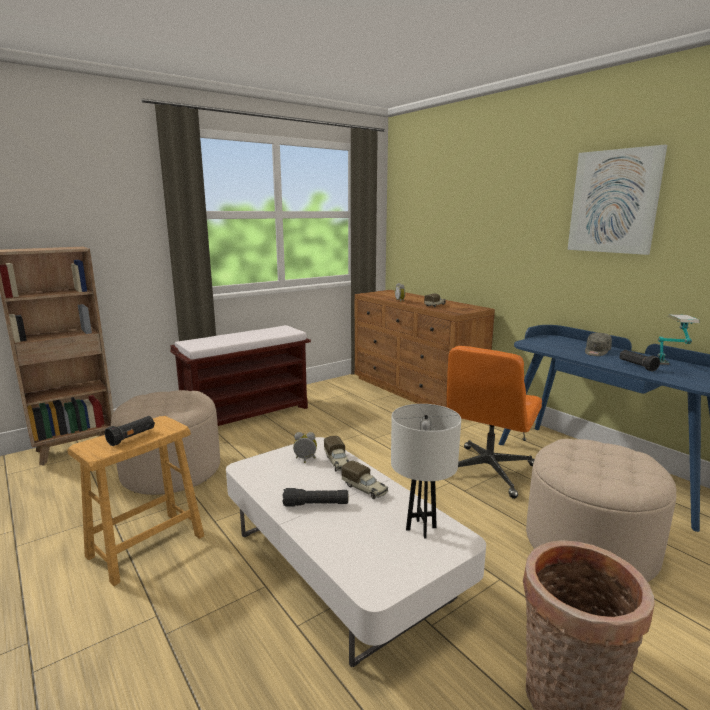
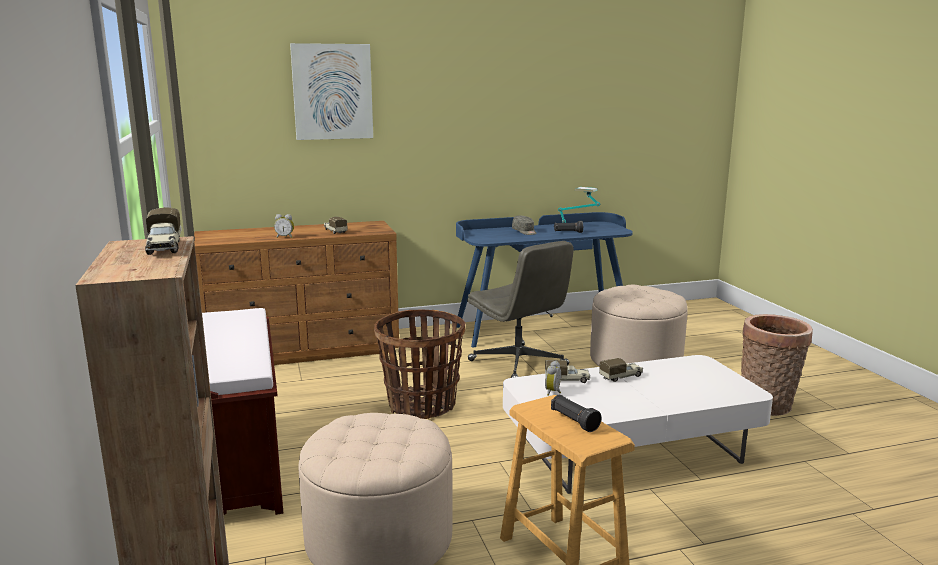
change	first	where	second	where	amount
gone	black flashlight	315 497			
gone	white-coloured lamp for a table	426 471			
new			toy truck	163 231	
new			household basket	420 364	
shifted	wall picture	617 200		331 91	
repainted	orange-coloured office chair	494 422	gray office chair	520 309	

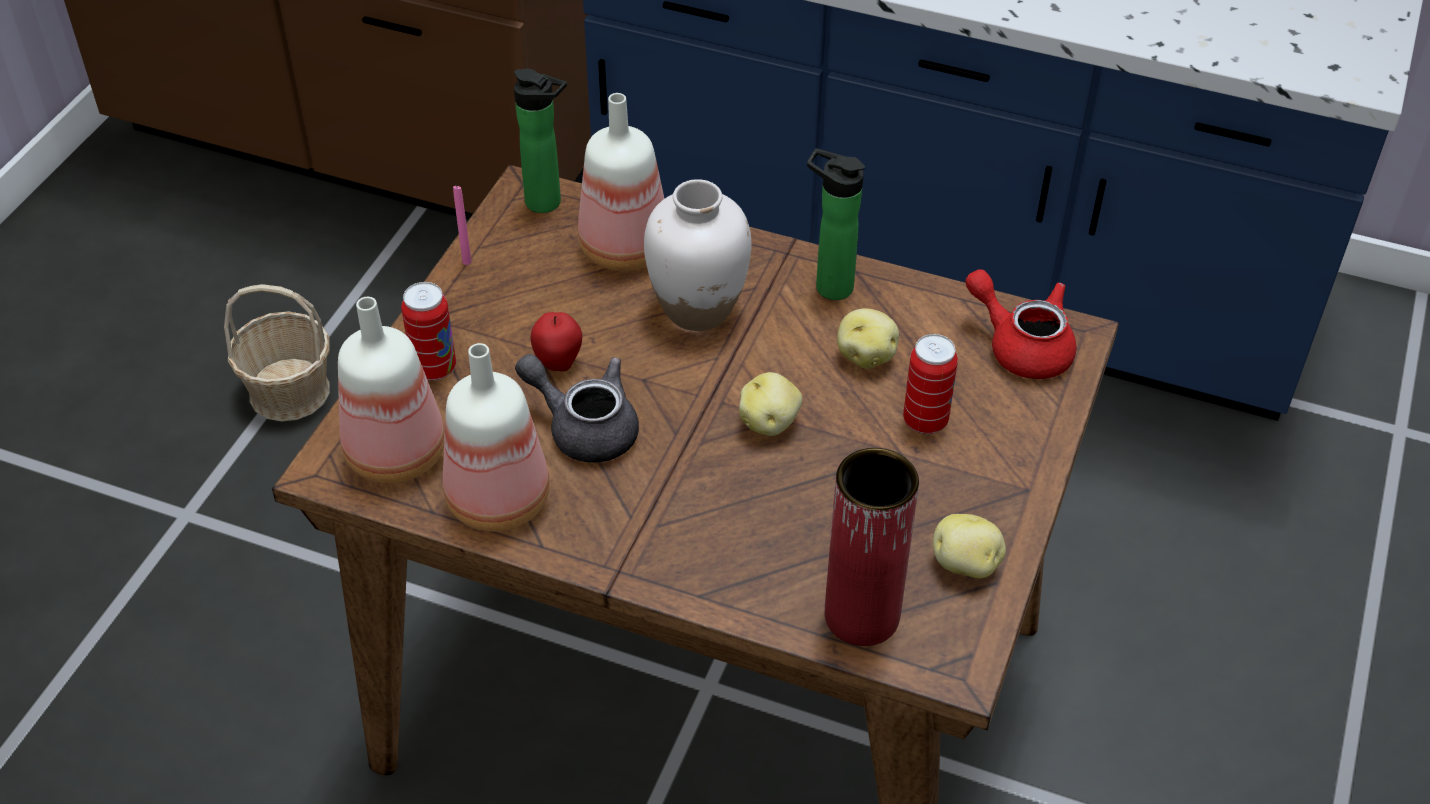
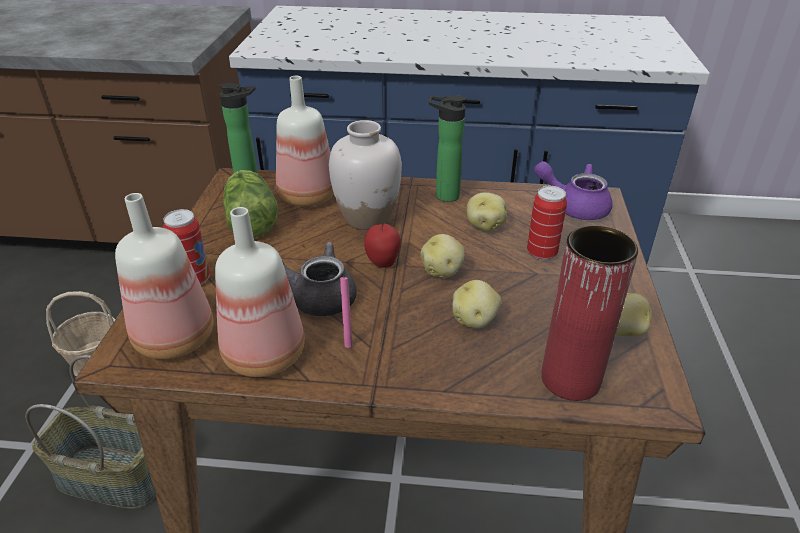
change	first	where	second	where	amount
new			household basket	91 432	
new			lettuce head	250 204	
new			spud	476 304	
shifted	pink wax candle	462 225		346 312	
shifted	whole apple	556 342		382 245	
repainted	red tea pot	1021 324	purple-coloured tea pot	573 190	

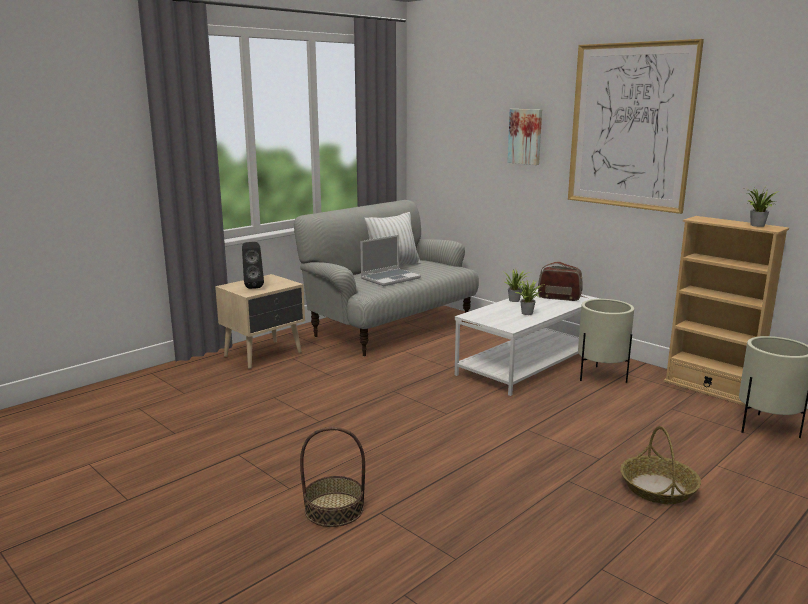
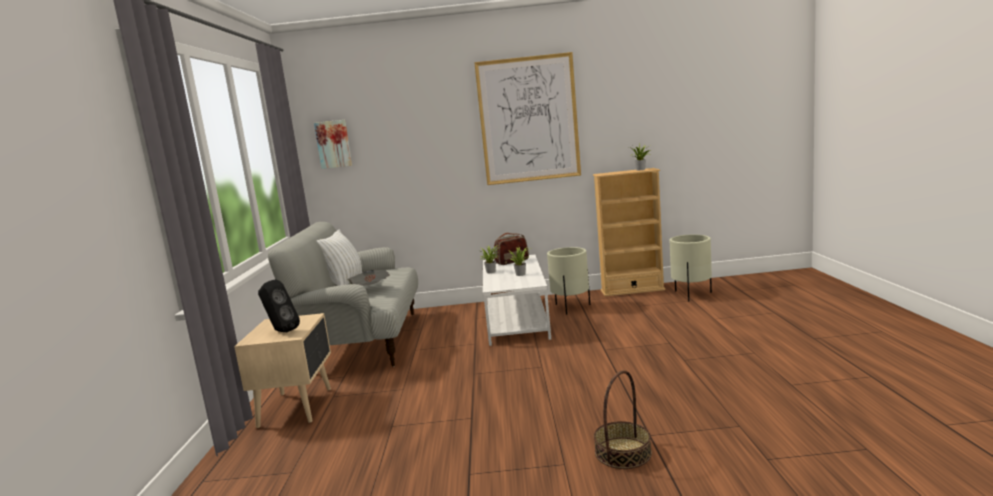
change	first	where	second	where	amount
gone	household basket	660 465			
shifted	wall picture	524 137		333 144	
swapped	portable computer	390 260	printed paper	368 278	

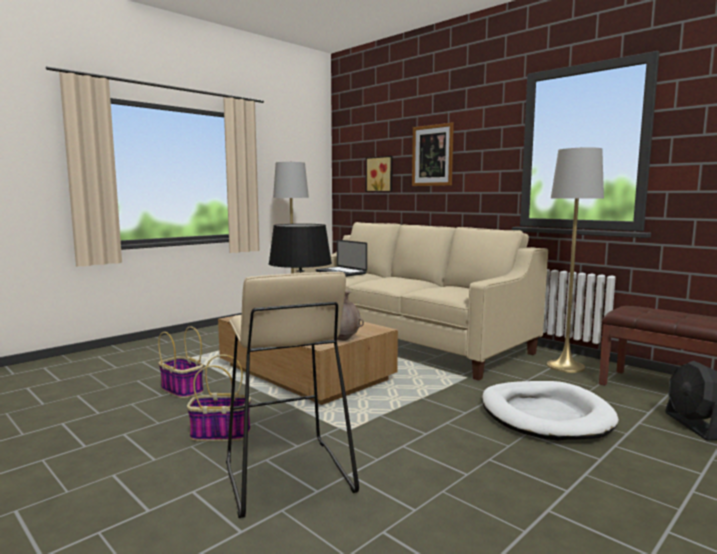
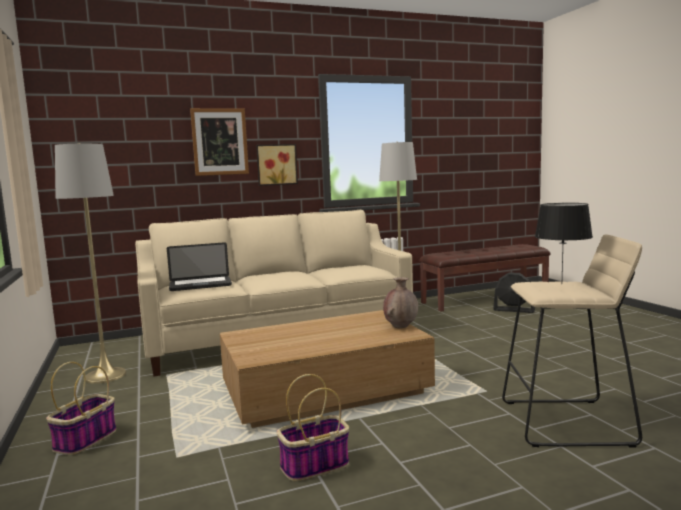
change	first	where	second	where	amount
gone	white-coloured pet bed	550 411			
shifted	household basket	219 398		81 408	
shifted	wall picture	379 174		277 165	

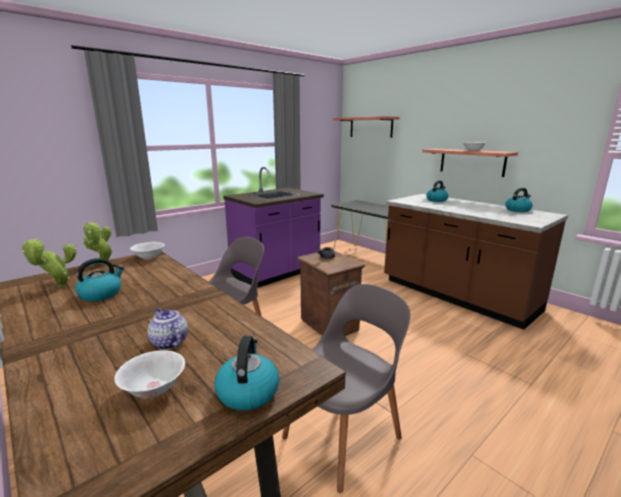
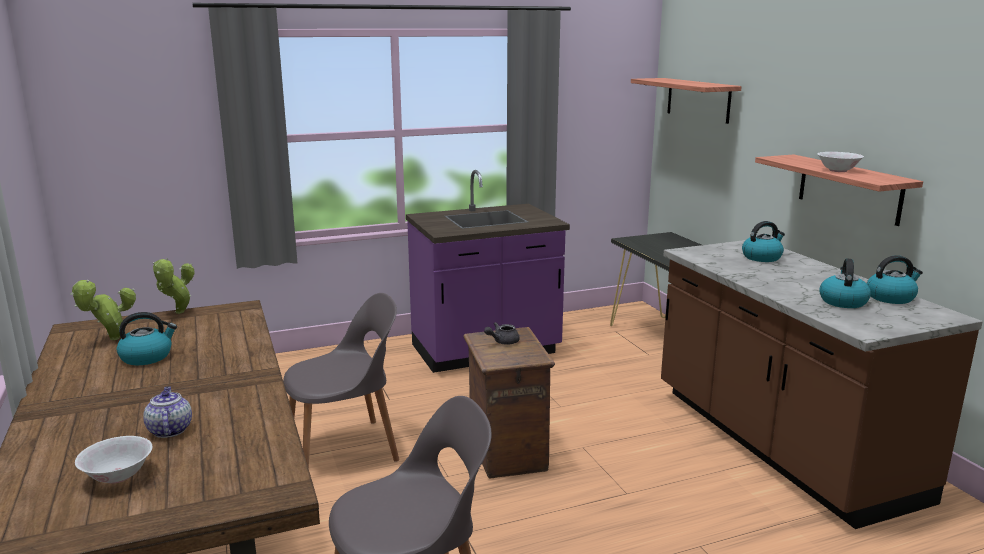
change	first	where	second	where	amount
gone	white-coloured bowl	147 251			
shifted	tea kettle	246 373		845 283	

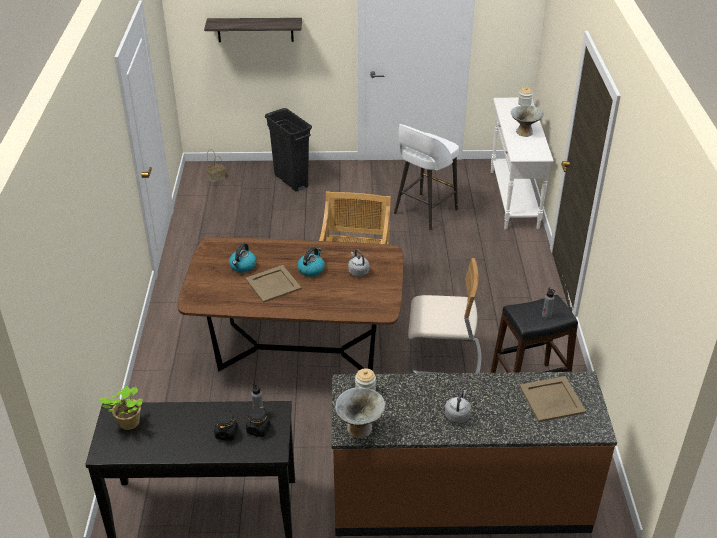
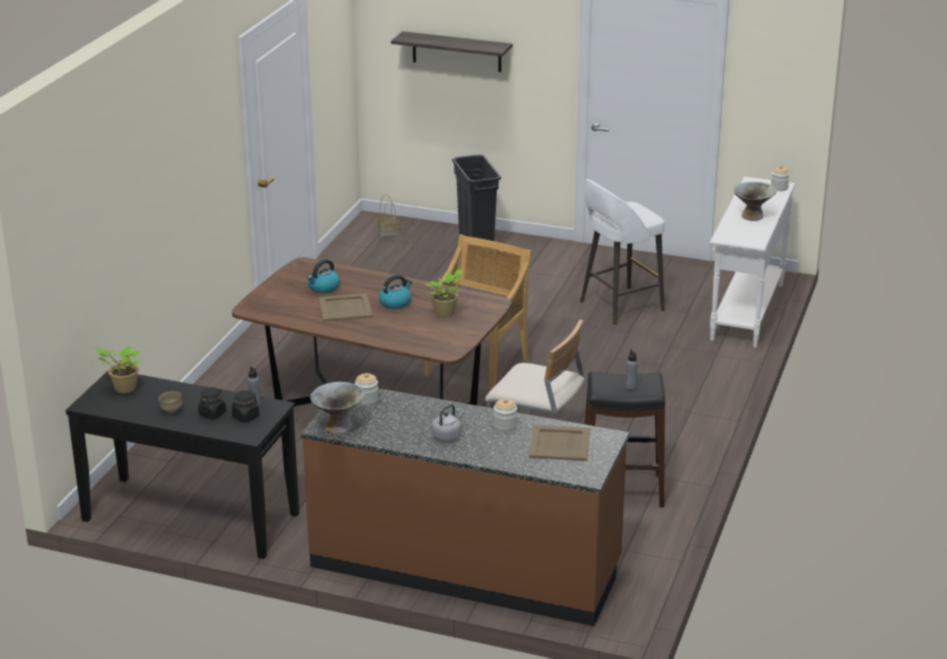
change	first	where	second	where	amount
new			brown-coloured bowl	170 402	
new			preserve jar	505 415	
swapped	gray tea kettle	358 263	potted plant	444 293	

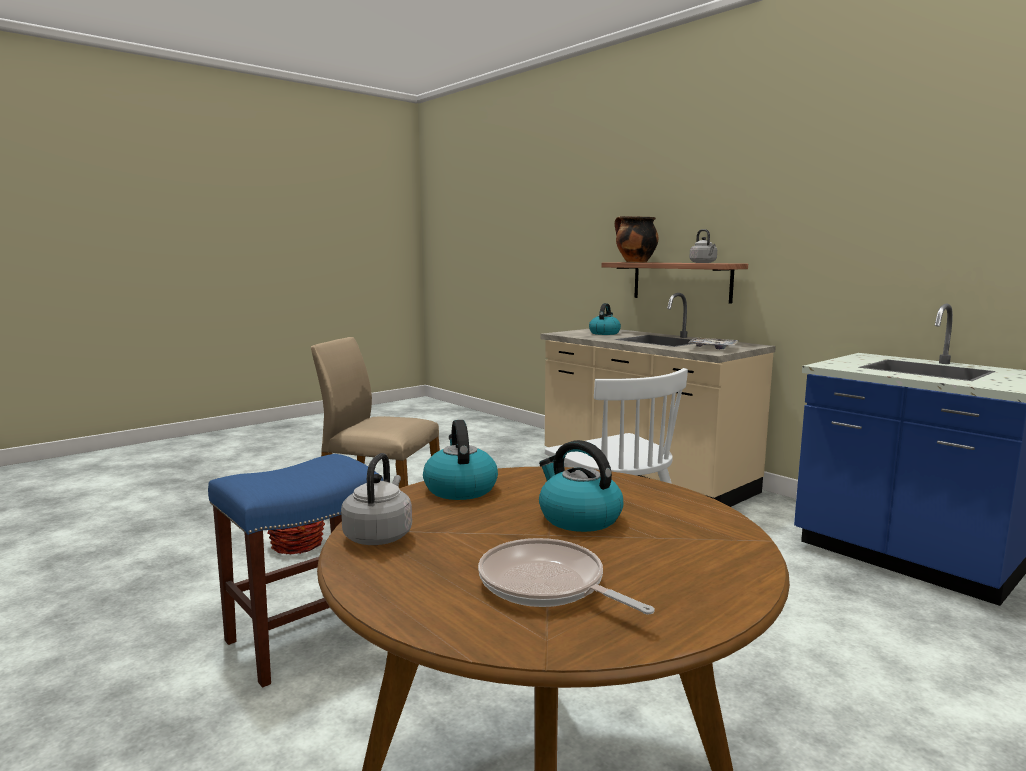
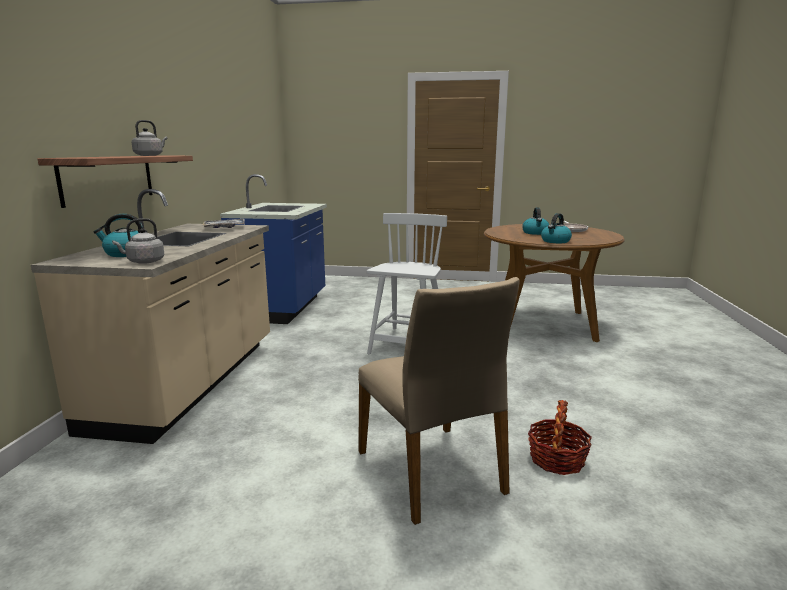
change	first	where	second	where	amount
gone	blue-coloured sitting stool	295 571			
gone	saucepot	636 239			
shifted	gray tea kettle	376 499		138 241	

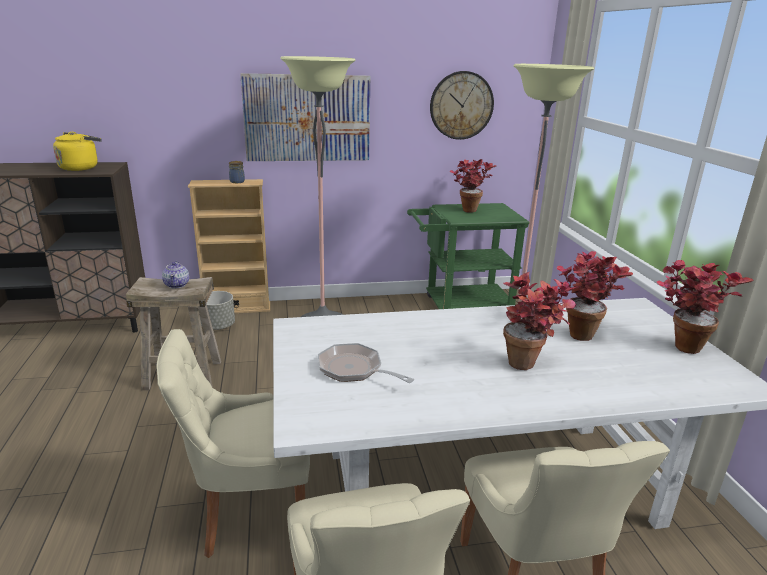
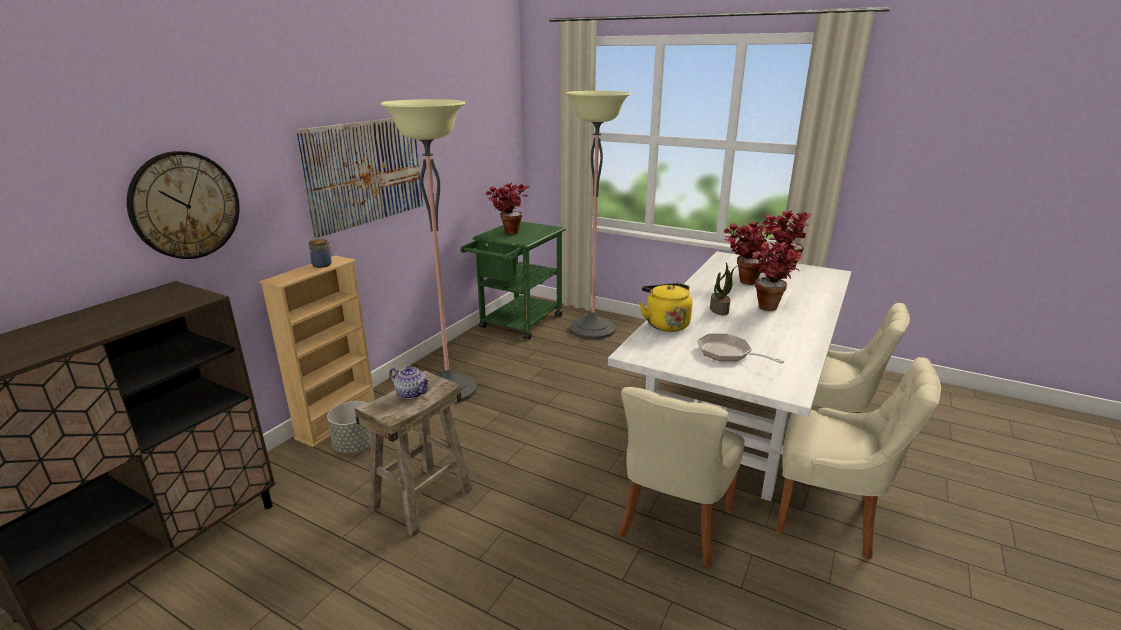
change	first	where	second	where	amount
new			potted plant	723 289	
shifted	yellow-coloured tea kettle	77 151		666 307	
shifted	hanging clock	462 105		183 205	
rotated	skillet	366 363		740 348	60 degrees clockwise

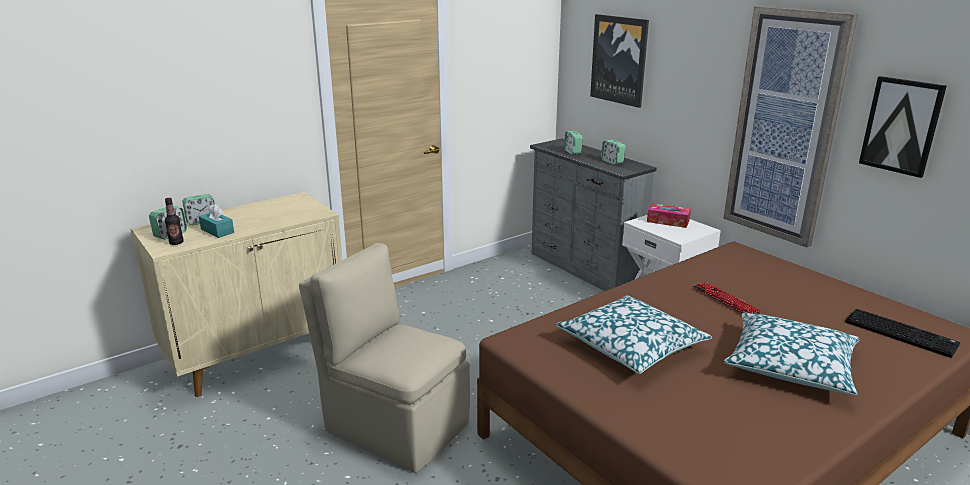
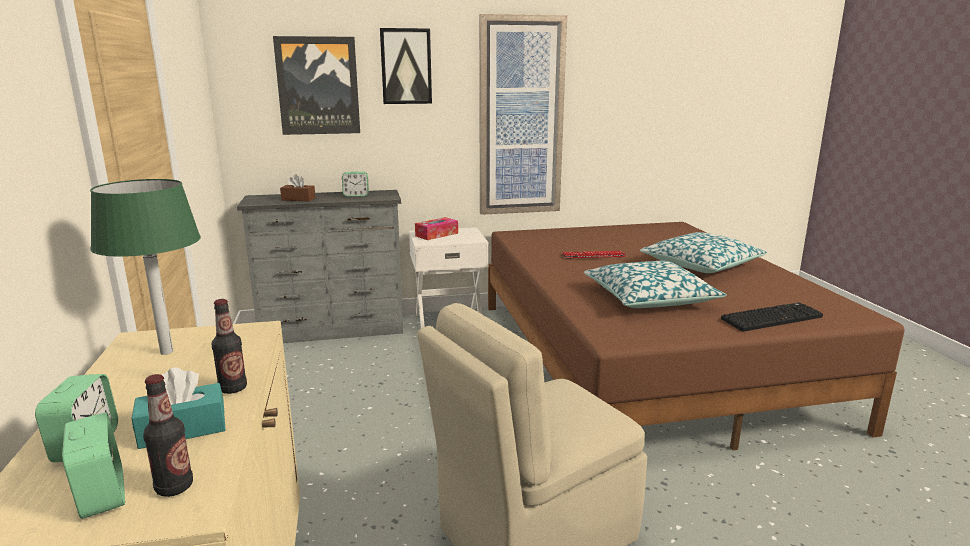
change	first	where	second	where	amount
new			green lamp for a table	145 267	
new			beverage bottle	229 346	
shifted	computer keyboard	902 333		772 317	
shifted	wall picture	903 127		406 66	
swapped	bedside clock	573 143	brown-coloured tissue holder	298 187	

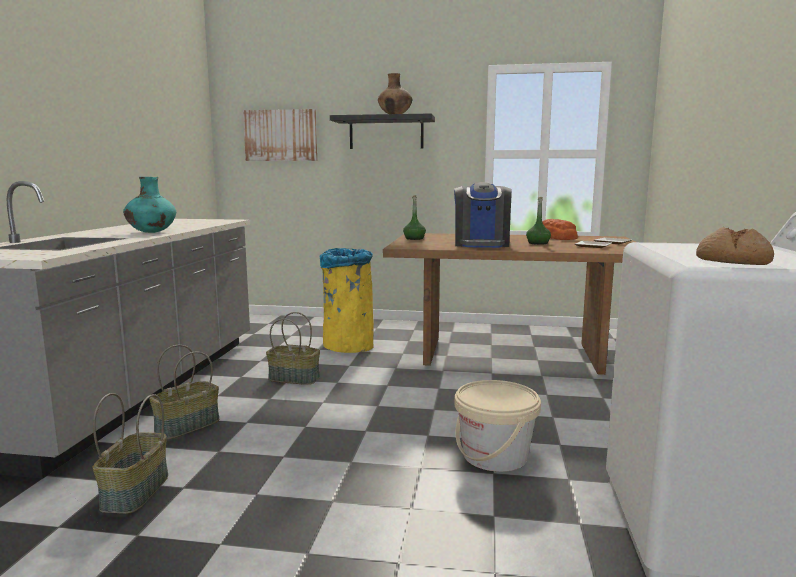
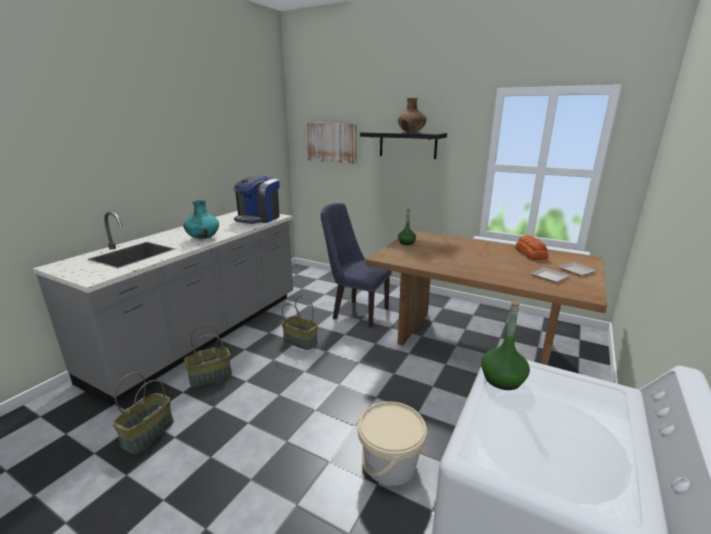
change	first	where	second	where	amount
gone	bread	735 246			
shifted	coffee machine	483 215		256 199	
shifted	green beverage bottle	538 221		505 345	
swapped	yellow-coloured waste bin	347 300	blue-coloured chair	356 265	

